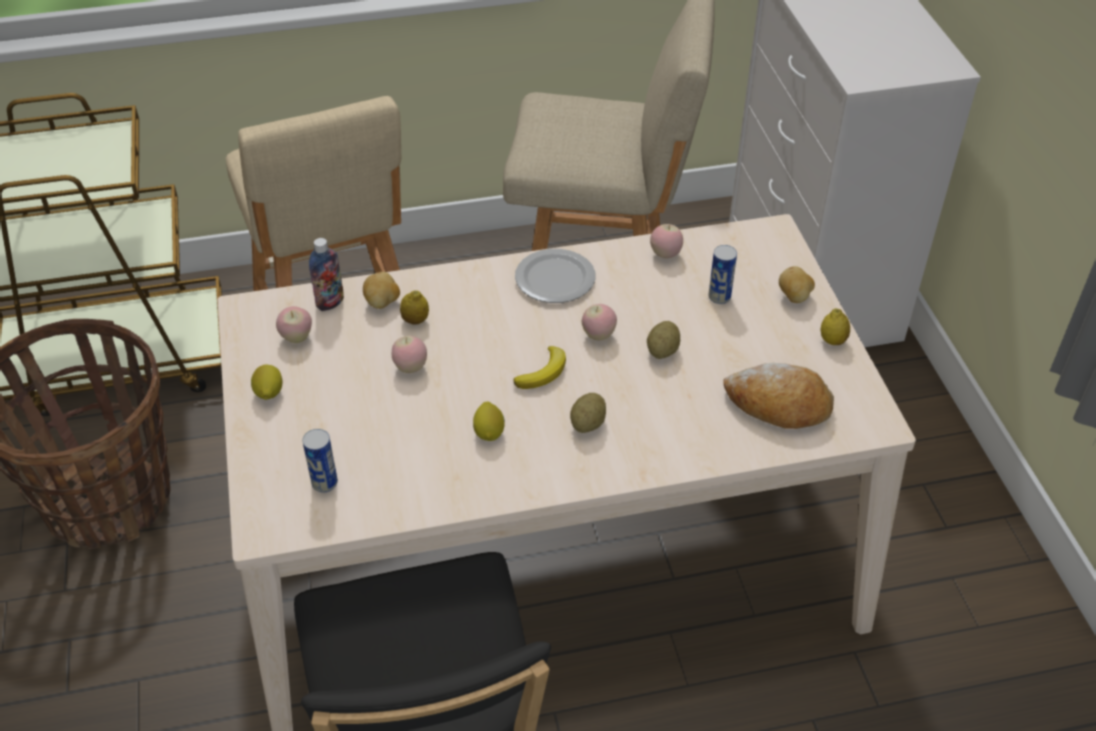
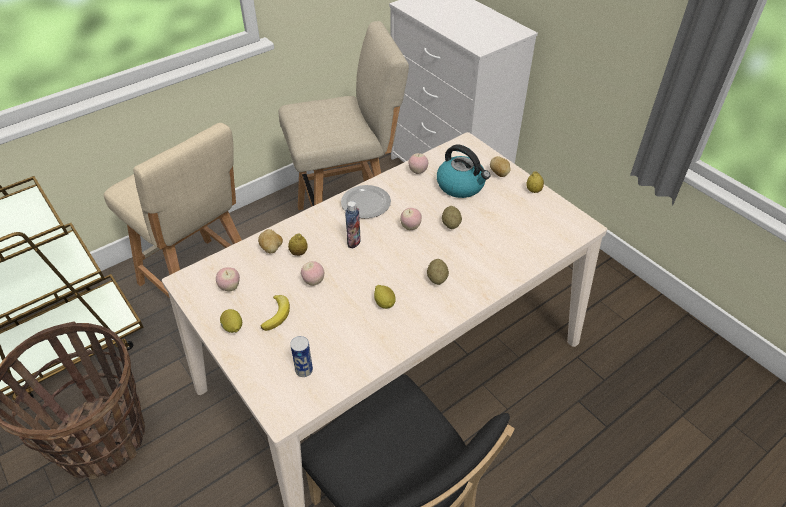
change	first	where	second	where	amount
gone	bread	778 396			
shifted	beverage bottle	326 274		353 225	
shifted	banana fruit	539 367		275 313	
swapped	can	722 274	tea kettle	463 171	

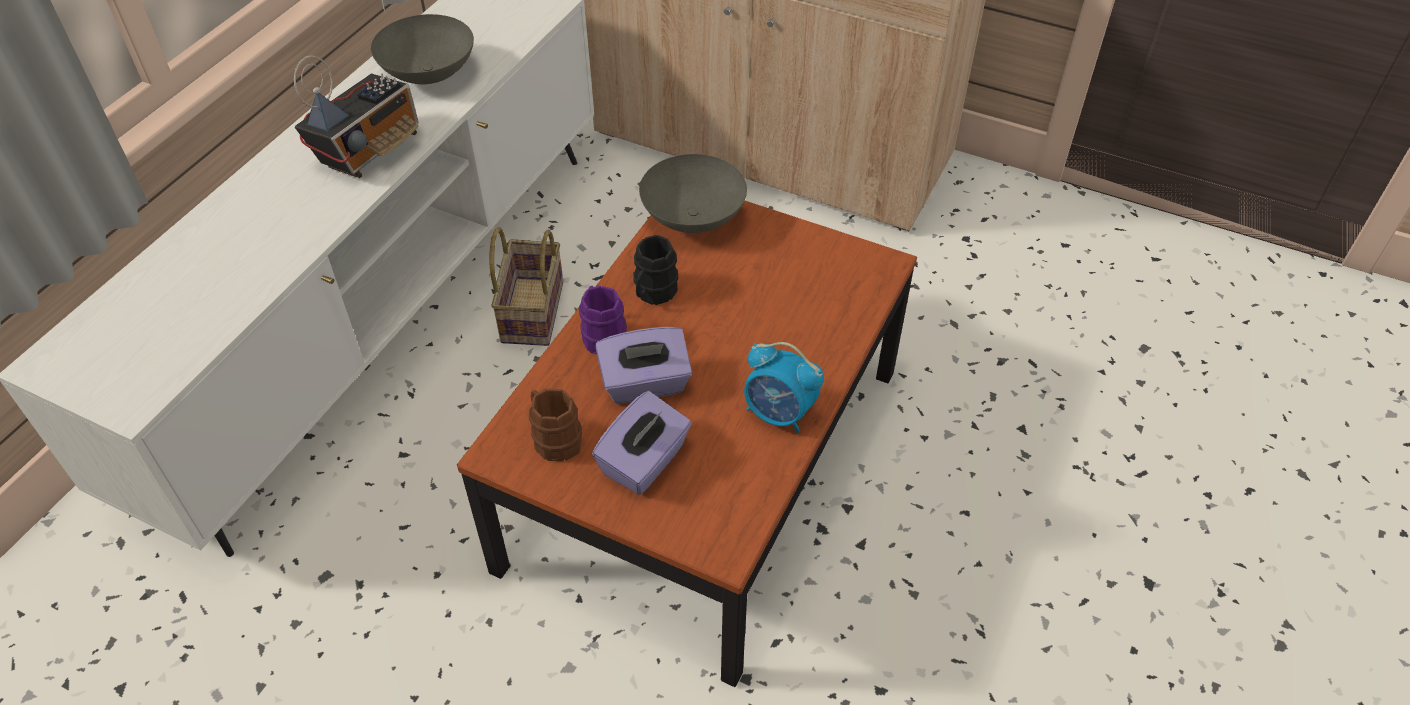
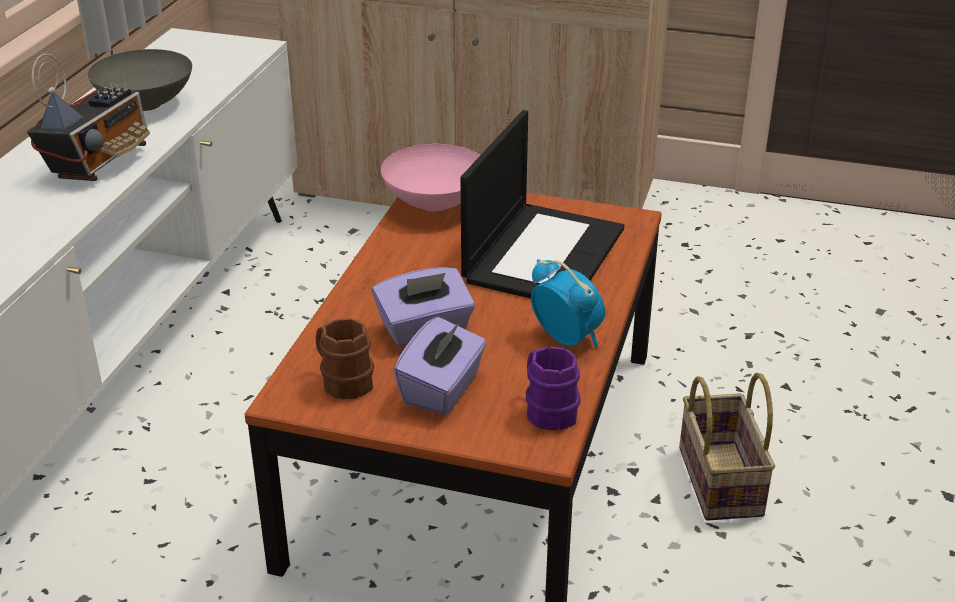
change	first	where	second	where	amount
gone	black mug	655 270			
new			portable computer	542 204	
shifted	household basket	526 286		727 447	
shifted	purple-coloured mug	603 320		553 389	
repainted	gray bowl	693 193	pink bowl	430 178	
rotated	bedside clock	784 387		568 303	150 degrees counterclockwise

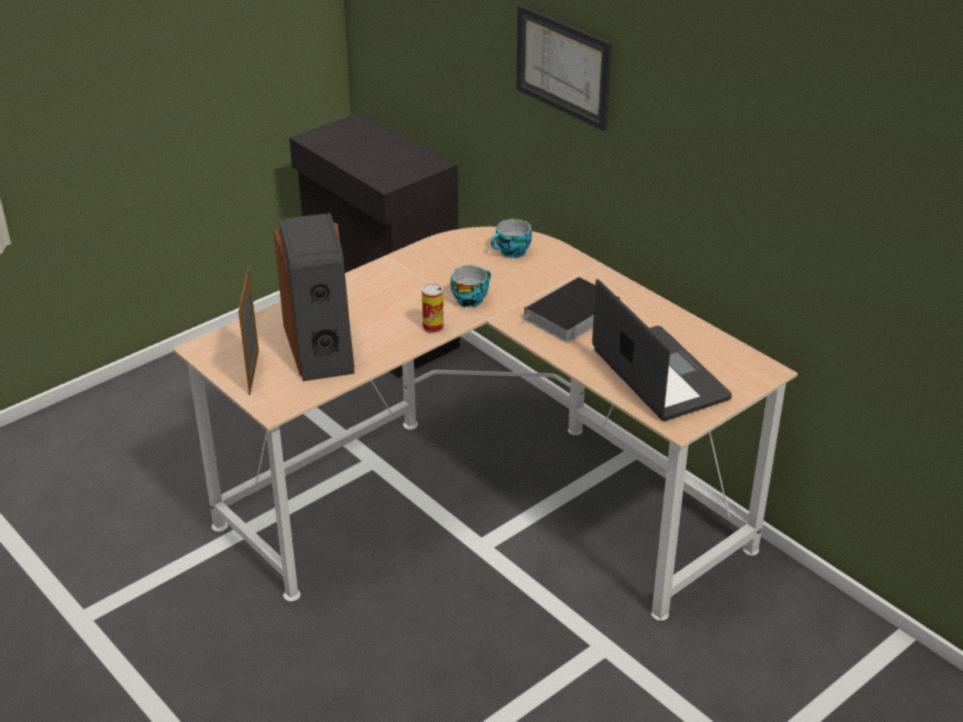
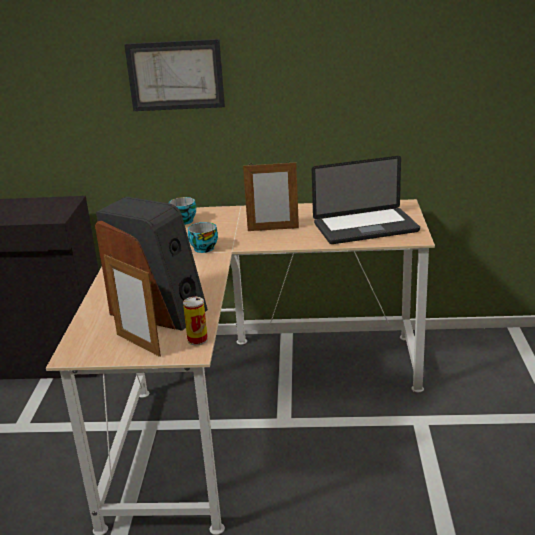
change	first	where	second	where	amount
shifted	can	433 308		195 321	
swapped	book	568 310	photo frame	271 195	
rotated	portable computer	662 350		366 200	150 degrees clockwise

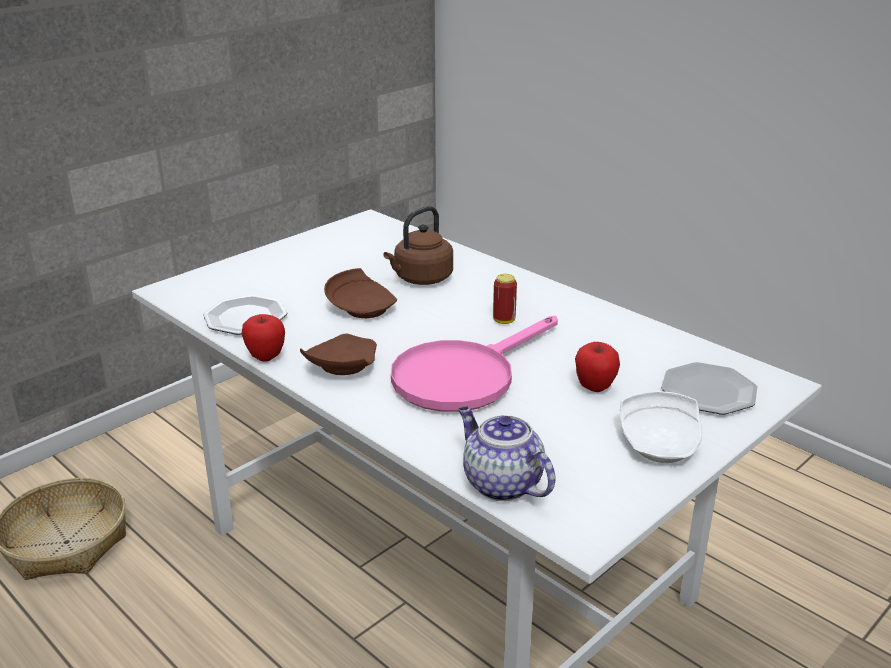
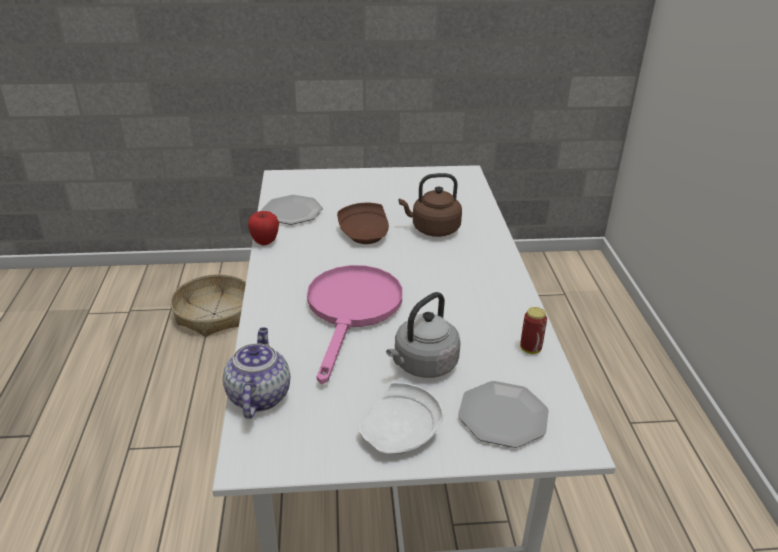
change	first	where	second	where	amount
gone	brown-coloured dinner plate	338 354			
shifted	can	505 299		533 330	
swapped	whole apple	597 367	gray tea kettle	423 335	
rotated	pink skillet	474 364		354 324	105 degrees clockwise

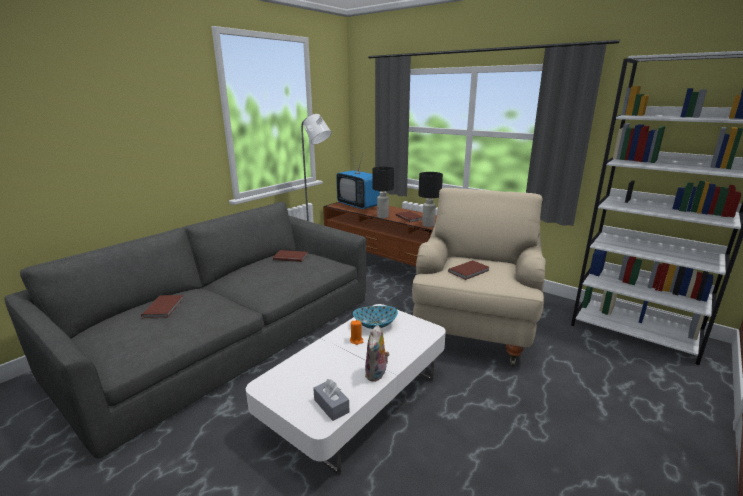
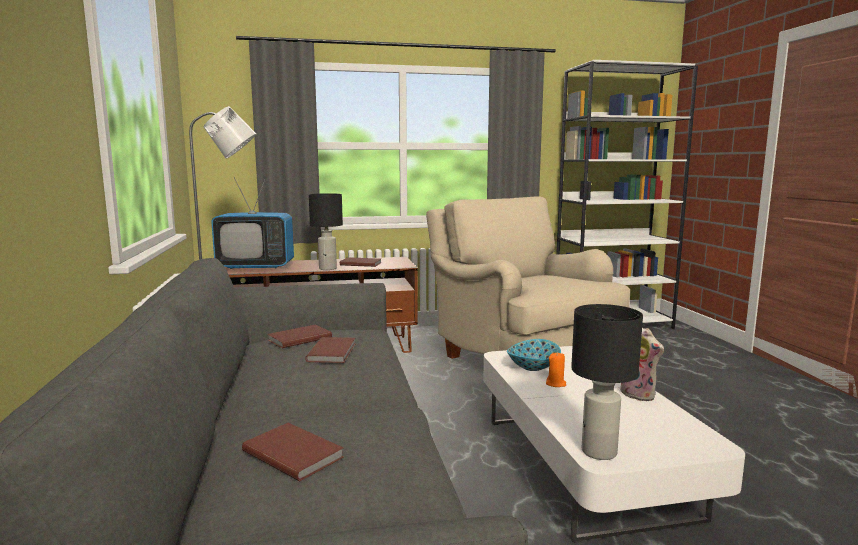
change	first	where	second	where	amount
gone	gray tissue holder	331 400			
shifted	black lamp for a table	431 199		607 382	
shifted	brown-coloured book	468 270		330 350	

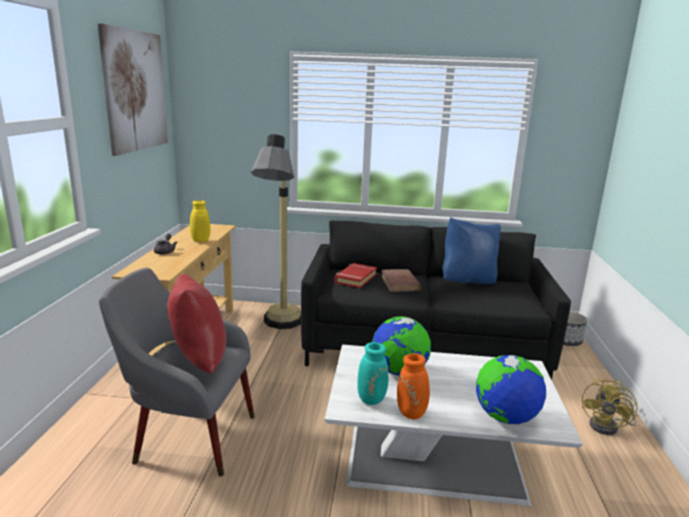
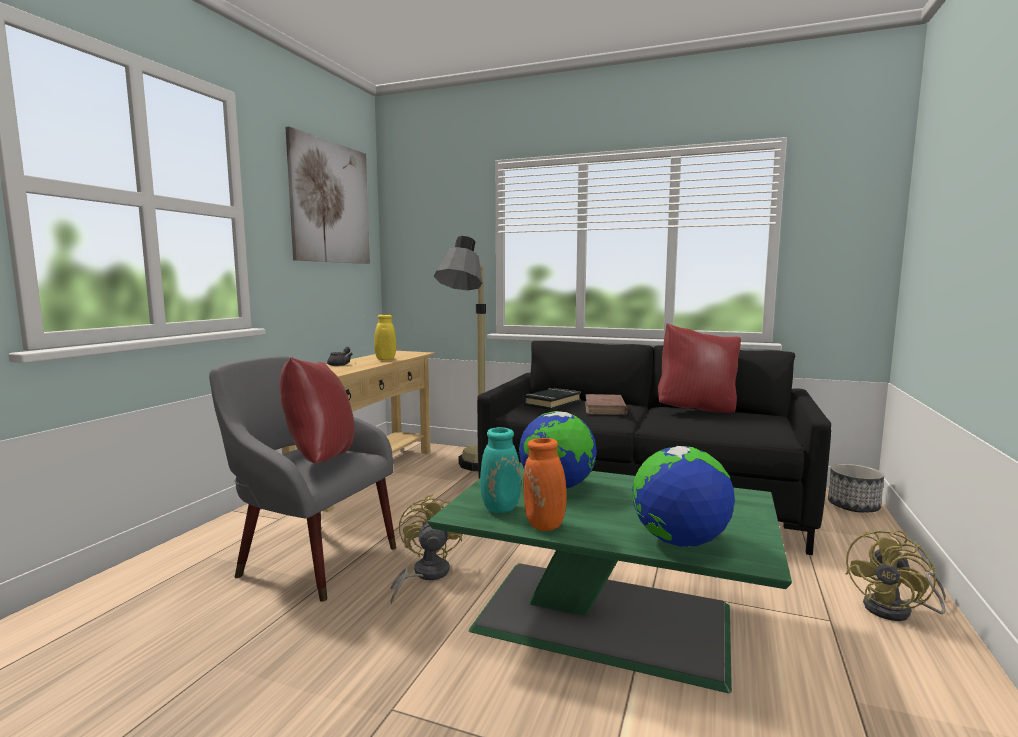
change	first	where	second	where	amount
new			yellow-coloured fan	426 549	
repainted	white-coloured low table	454 425	green low table	610 577	
repainted	red book	356 275	black book	552 399	
repainted	blue-coloured throw pillow	471 250	red throw pillow	699 368	

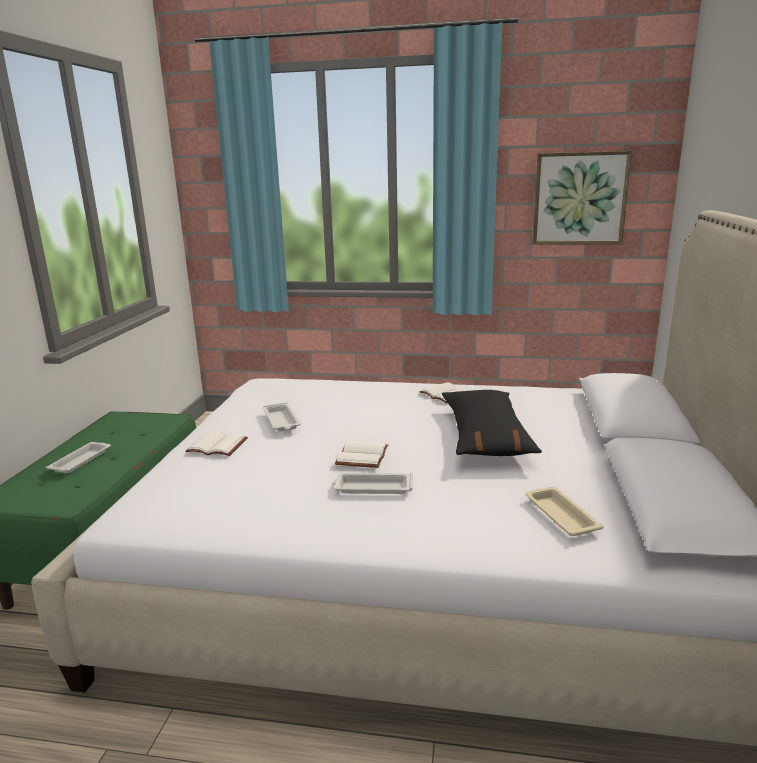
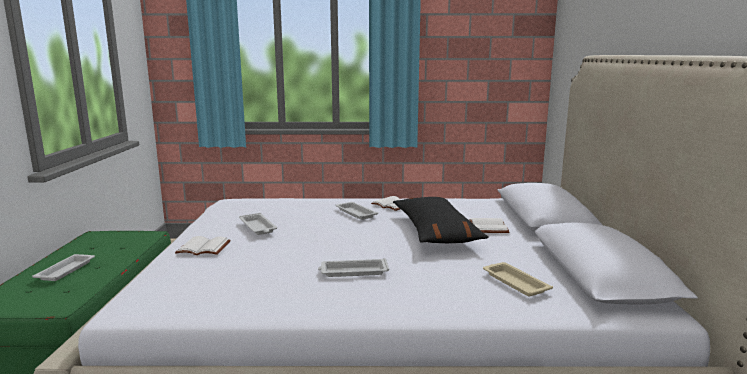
change	first	where	second	where	amount
gone	wall picture	582 198			
new			white-coloured tray	356 211	
shifted	white-coloured book	361 454		489 225	

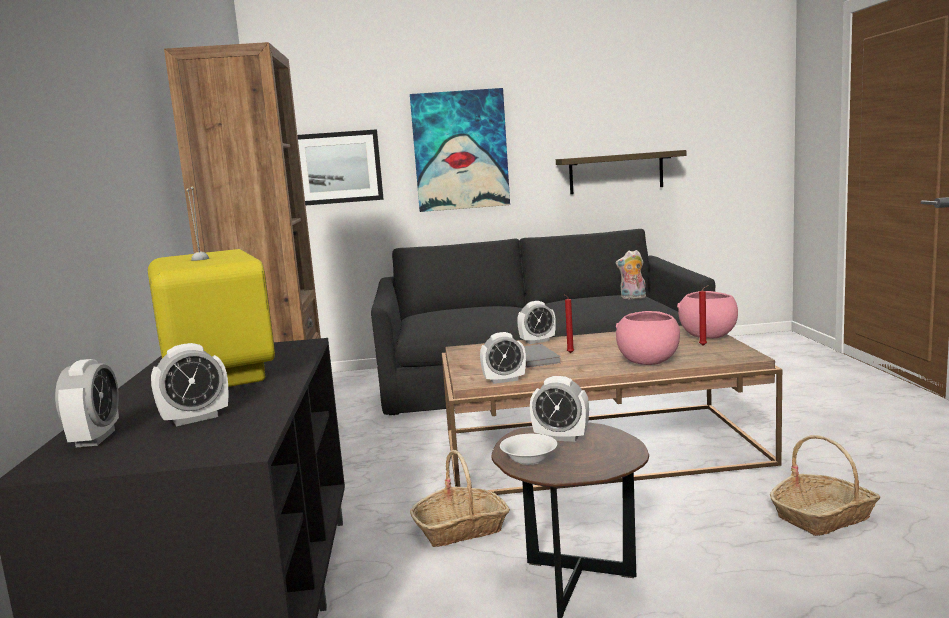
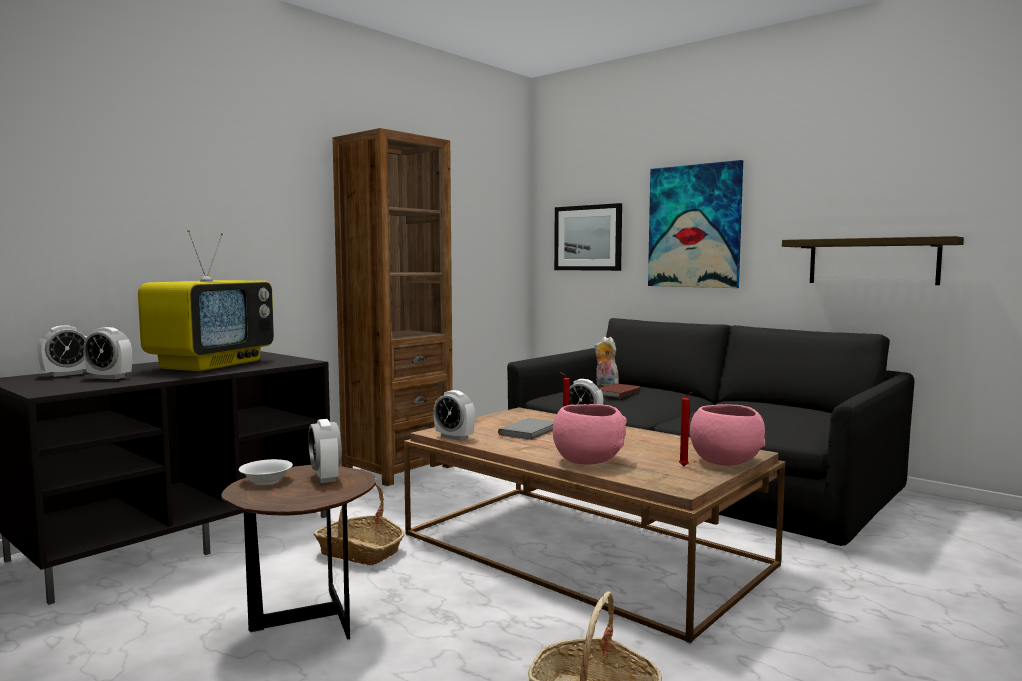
change	first	where	second	where	amount
new			brown-coloured book	620 390	
shifted	cuddly toy	631 274		606 361	

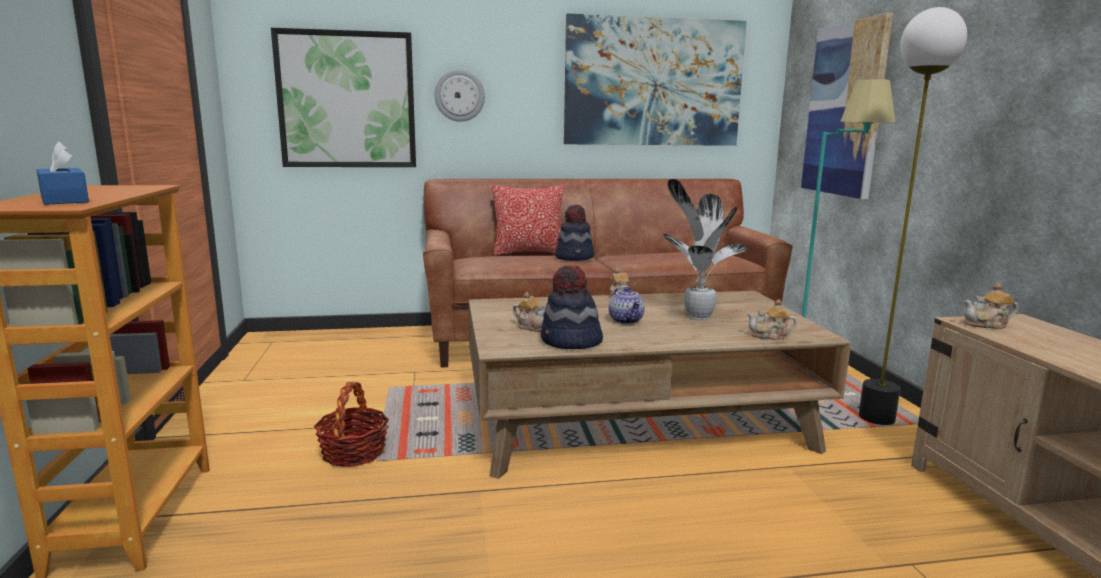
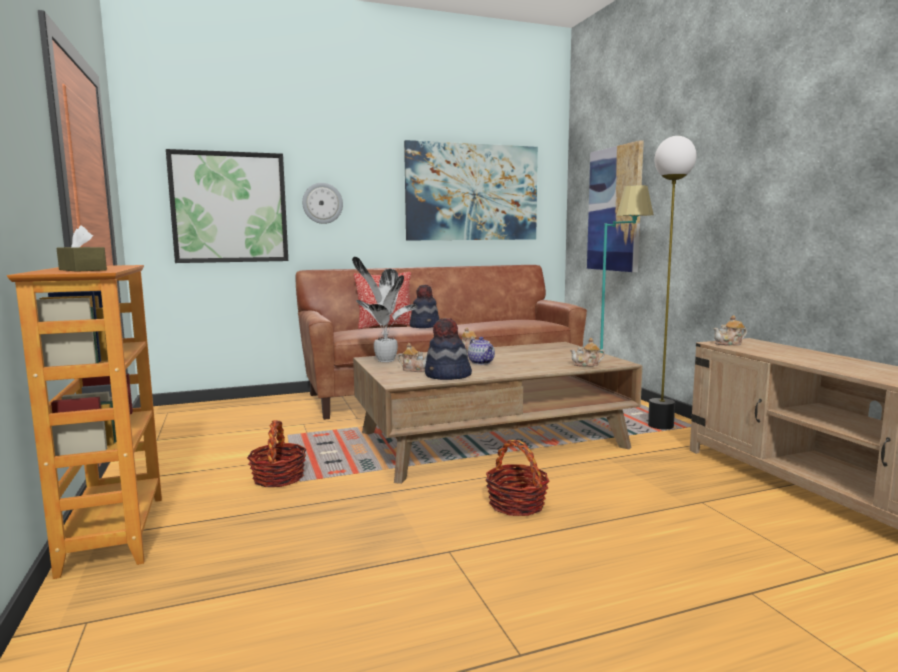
change	first	where	second	where	amount
new			household basket	517 478	
shifted	potted plant	705 249		384 309	
repainted	blue-coloured tissue holder	63 173	brown-coloured tissue holder	82 248	

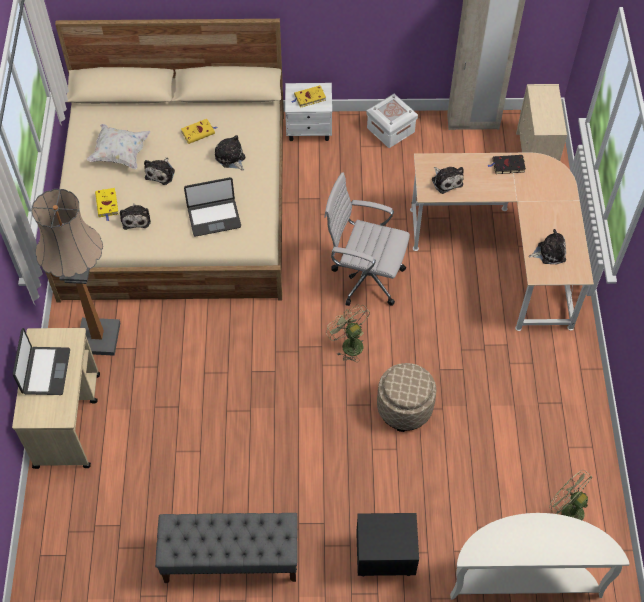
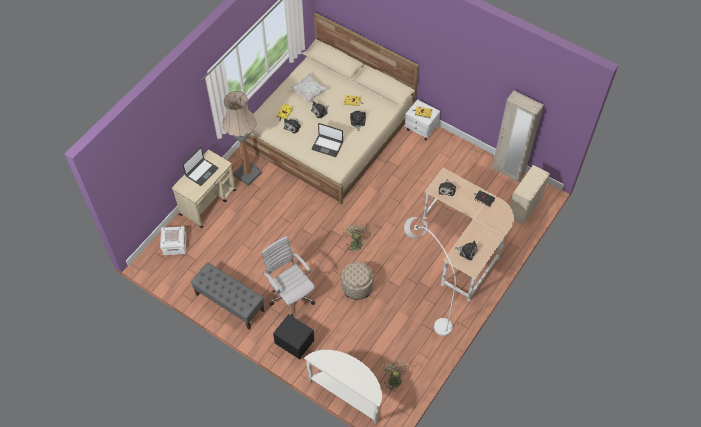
change	first	where	second	where	amount
new			white-coloured standing lamp	430 276	
shifted	white-coloured office chair	367 239		288 276	
shifted	white-coloured storage container	392 121		173 240	

